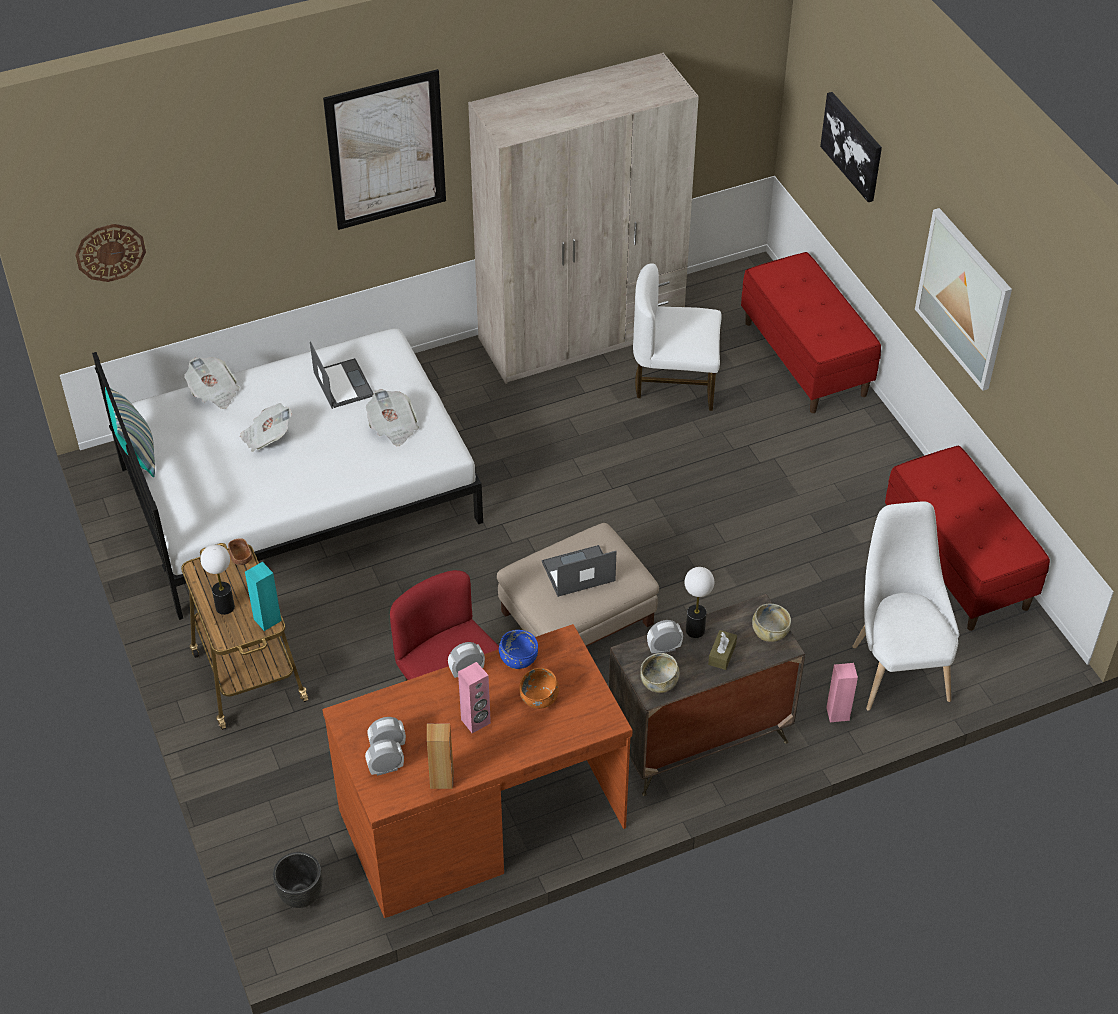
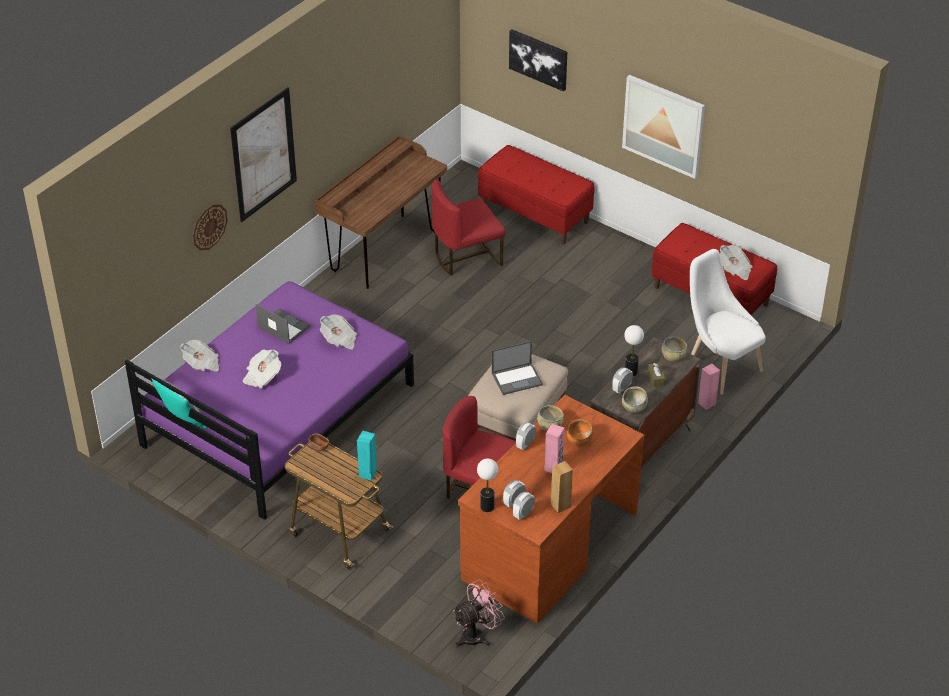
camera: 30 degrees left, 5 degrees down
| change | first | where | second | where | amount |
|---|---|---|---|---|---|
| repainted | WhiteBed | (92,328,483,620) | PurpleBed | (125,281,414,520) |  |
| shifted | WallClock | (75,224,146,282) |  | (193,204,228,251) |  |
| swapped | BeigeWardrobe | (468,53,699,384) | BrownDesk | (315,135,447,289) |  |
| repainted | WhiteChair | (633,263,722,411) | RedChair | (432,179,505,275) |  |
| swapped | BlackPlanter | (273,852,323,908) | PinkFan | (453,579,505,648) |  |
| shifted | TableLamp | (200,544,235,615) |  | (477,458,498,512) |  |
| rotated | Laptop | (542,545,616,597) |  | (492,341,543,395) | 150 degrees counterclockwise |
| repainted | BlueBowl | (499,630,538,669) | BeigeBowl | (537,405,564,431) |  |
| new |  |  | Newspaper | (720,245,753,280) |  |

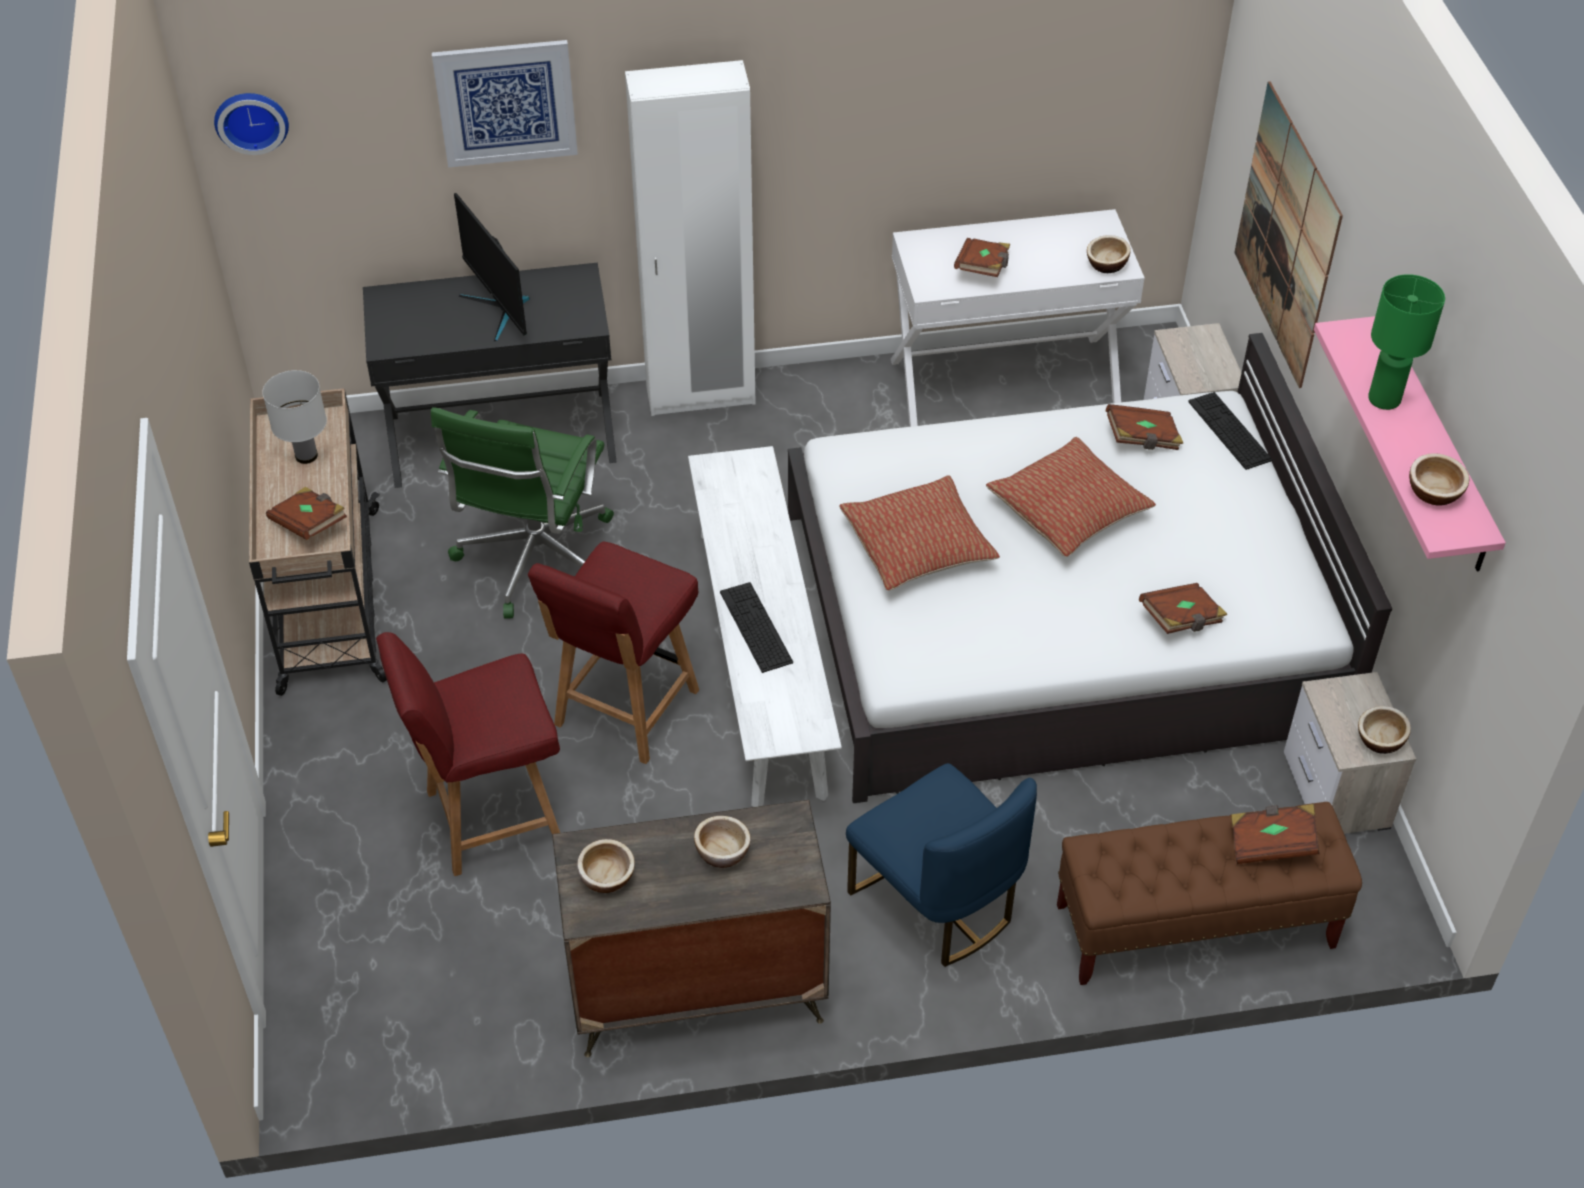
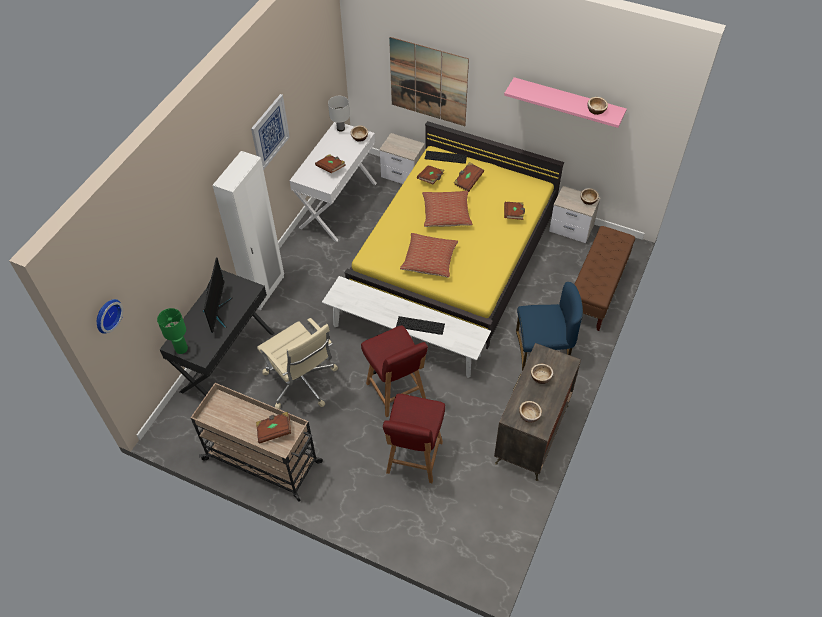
camera: 55 degrees left, 5 degrees up
| change | first | where | second | where | amount |
|---|---|---|---|---|---|
| shifted | GreenTableLamp | (1368,274,1445,410) |  | (157,308,188,354) |  |
| rotated | Monitor | (454,193,530,341) |  | (203,257,233,333) | 90 degrees counterclockwise |
| shifted | Picture | (432,40,578,167) |  | (251,94,290,170) |  |
| repainted | GreenOfficeChair | (431,407,614,619) | BeigeOfficeChair | (257,318,338,409) |  |
| shifted | WhiteTableLamp | (262,370,327,464) |  | (328,96,350,132) |  |
| repainted | WhiteBed | (788,333,1392,803) | YellowBed | (344,121,564,349) |  |
| shifted | BrownBook | (1231,804,1320,864) |  | (454,162,484,192) |  |

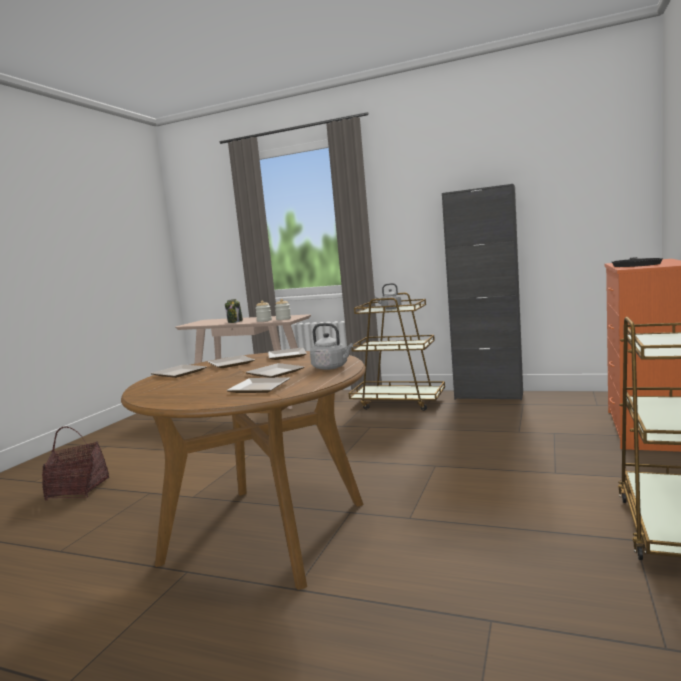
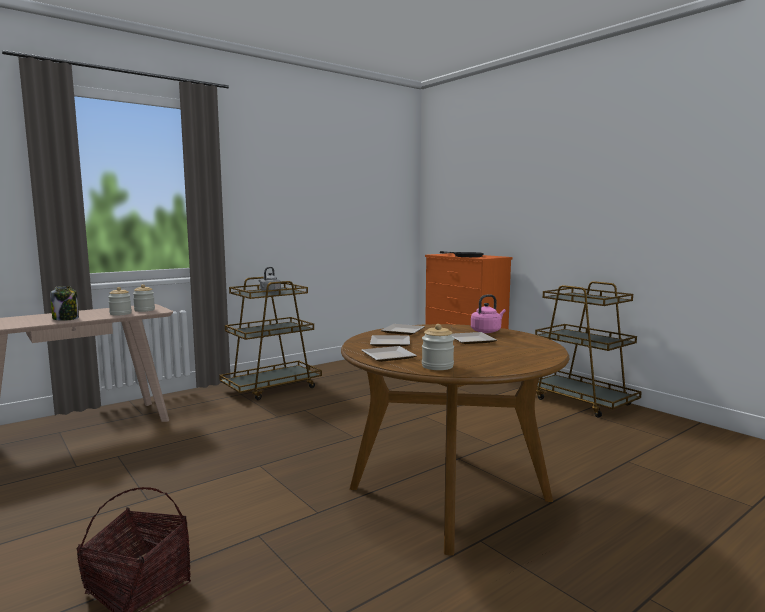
camera: 60 degrees left, 0 degrees up
| change | first | where | second | where | amount |
|---|---|---|---|---|---|
| new |  |  | Jar | (422,324,454,370) |  |
| repainted | GreyKettle | (310,323,353,370) | PinkKettle | (471,294,506,333) |  |
| gone | Plate | (226,377,290,393) |  |  |  |
| gone | BlackCabinet | (442,184,523,400) |  |  |  |

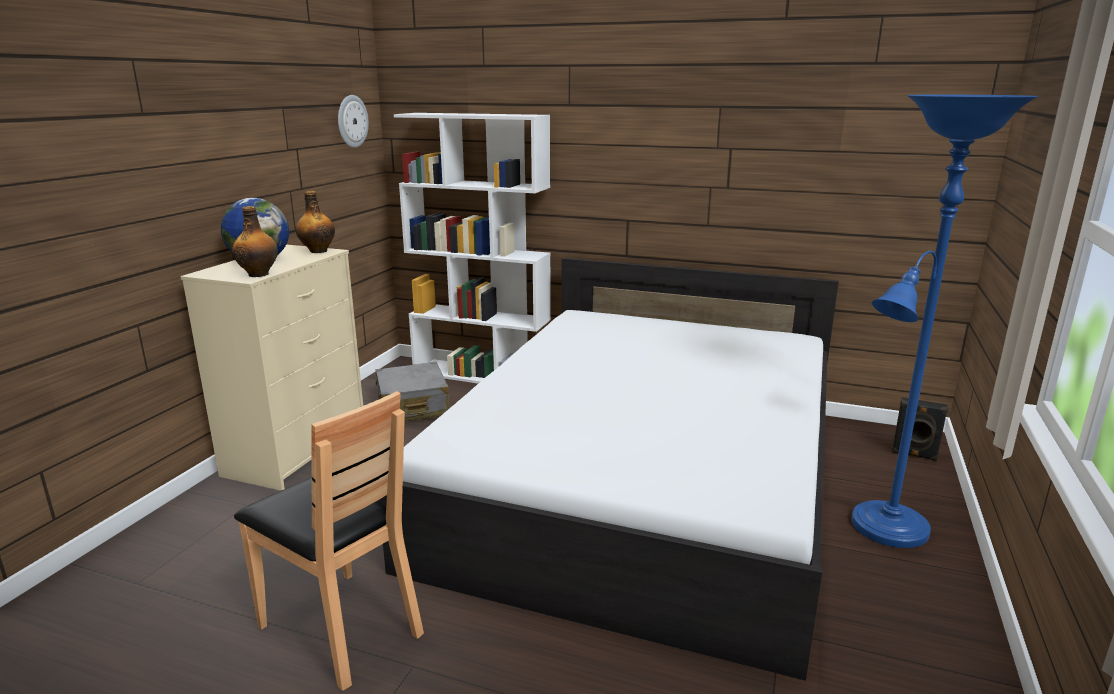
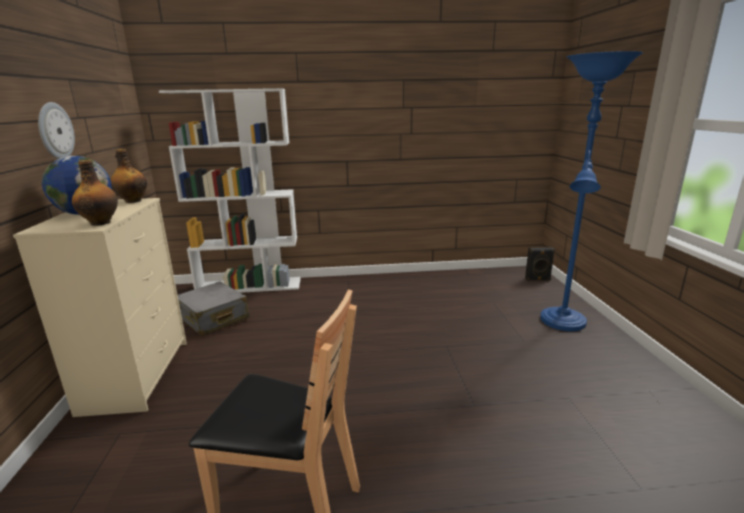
camera: 25 degrees left, 0 degrees up
| change | first | where | second | where | amount |
|---|---|---|---|---|---|
| shifted | WallClock | (338,95,369,148) |  | (38,102,75,159) |  |
| gone | WhiteBed | (379,258,839,681) |  |  |  |

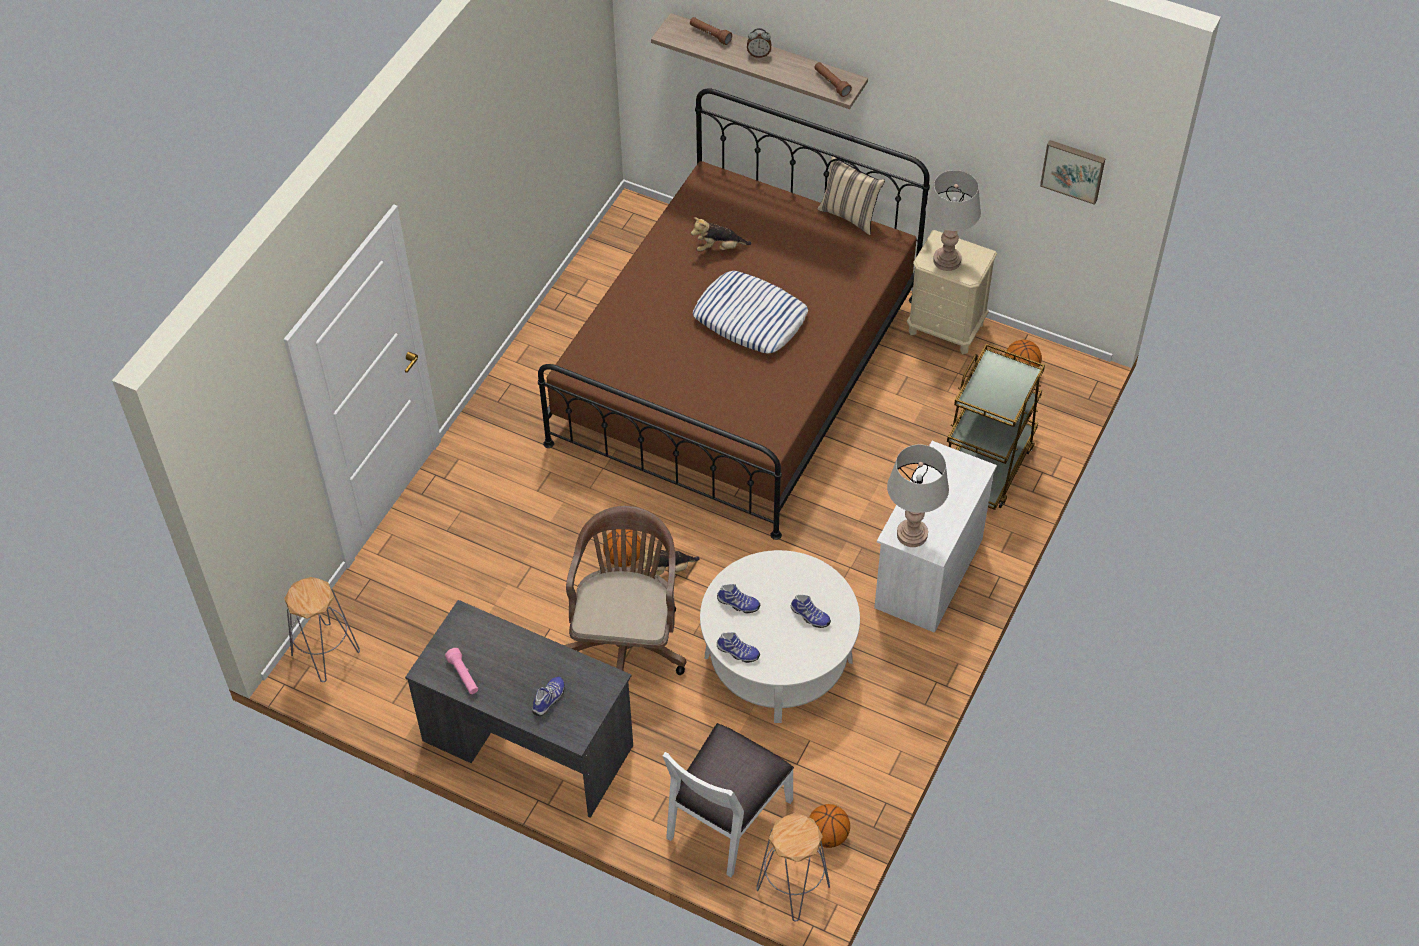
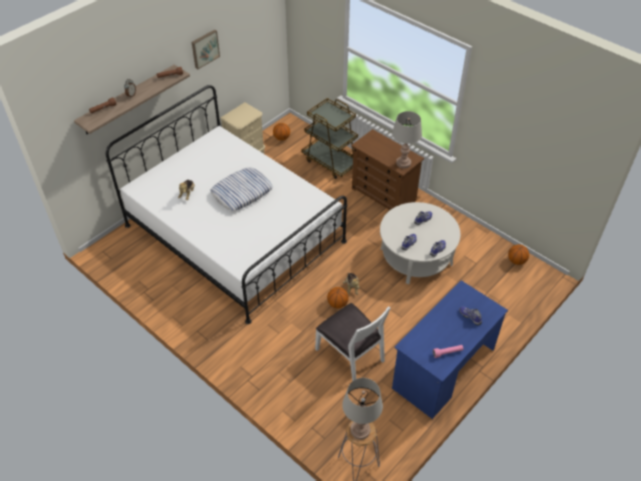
camera: 75 degrees left, 5 degrees down
| change | first | where | second | where | amount |
|---|---|---|---|---|---|
| repainted | BrownBed | (538,88,930,540) | WhiteBed | (106,85,347,324) |  |
| shifted | Picture | (1040,140,1106,205) |  | (192,30,220,69) |  |
| shifted | WhiteChair | (663,723,794,877) |  | (315,303,391,381) |  |
| shifted | GreyTableLamp | (926,170,981,271) |  | (342,378,383,440) |  |
| repainted | WhiteDresser | (874,441,997,633) | BrownDresser | (351,129,424,210) |  |
| repainted | GreyDesk | (405,600,633,818) | BlueDesk | (392,280,508,419) |  |
| gone | BrownOfficeChair | (564,506,686,675) |  |  |  |
| gone | GreyStool | (756,813,830,921) |  |  |  |
| gone | BeigePillow | (817,156,885,235) |  |  |  |

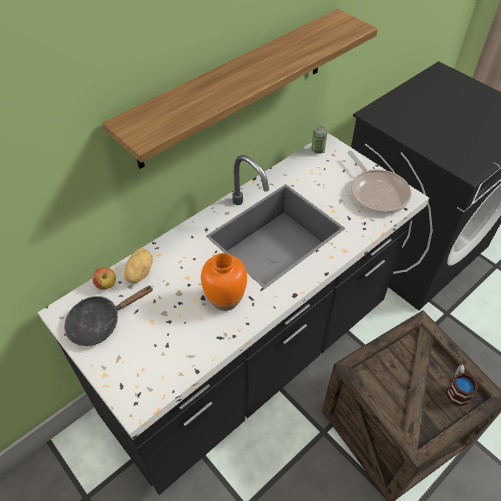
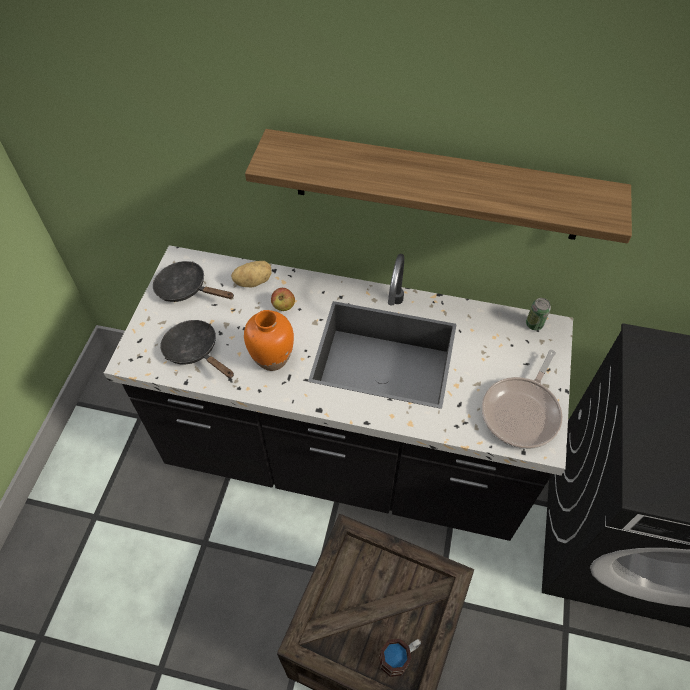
camera: 55 degrees right, 5 degrees up
| change | first | where | second | where | amount |
|---|---|---|---|---|---|
| new |  |  | BlackFryingPan | (160,320,234,378) |  |
| shifted | Apple | (92,267,116,290) |  | (271,288,295,311) |  |

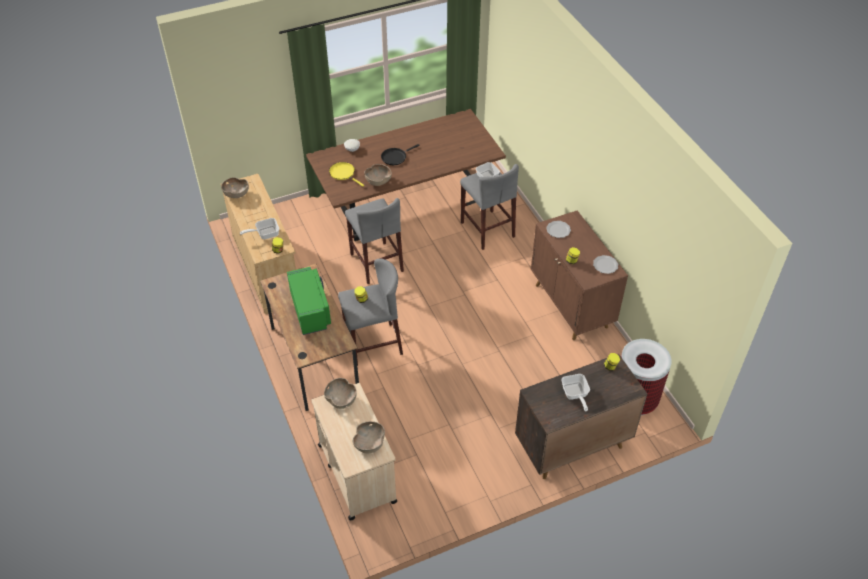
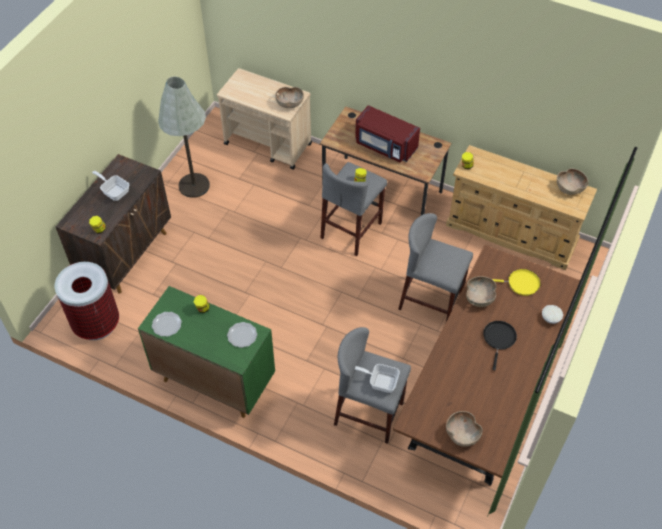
camera: 140 degrees right, 5 degrees up
| change | first | where | second | where | amount |
|---|---|---|---|---|---|
| repainted | BrownCabinet | (531,210,628,340) | GreenCabinet | (138,286,275,418) |  |
| new |  |  | GreyFloorLamp | (158,77,210,198) |  |
| repainted | GreenMicrowave | (287,267,331,335) | RedMicrowave | (355,105,420,163) |  |
| shifted | BrownBowl | (353,421,385,453) |  | (446,411,483,447) |  |
| gone | FryingPan | (240,218,279,239) |  |  |  |

